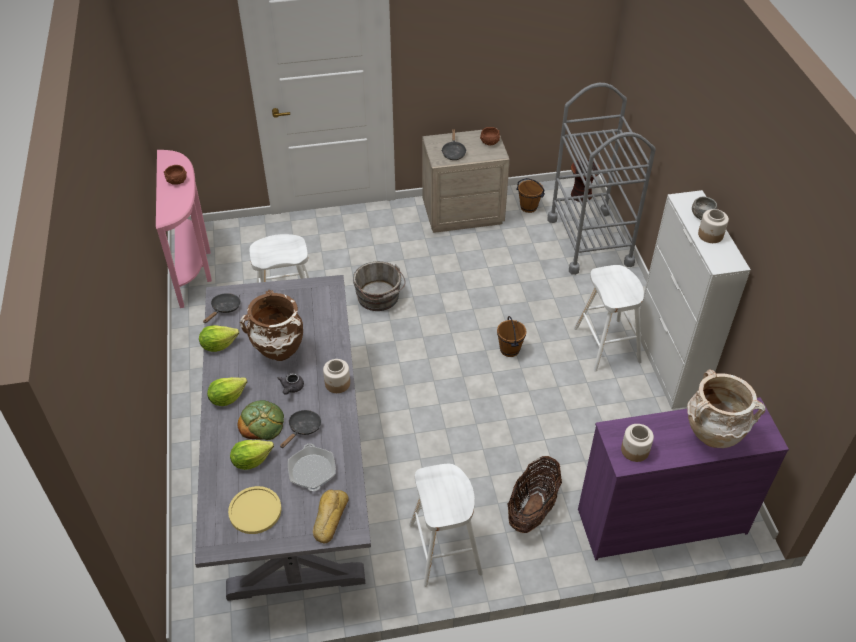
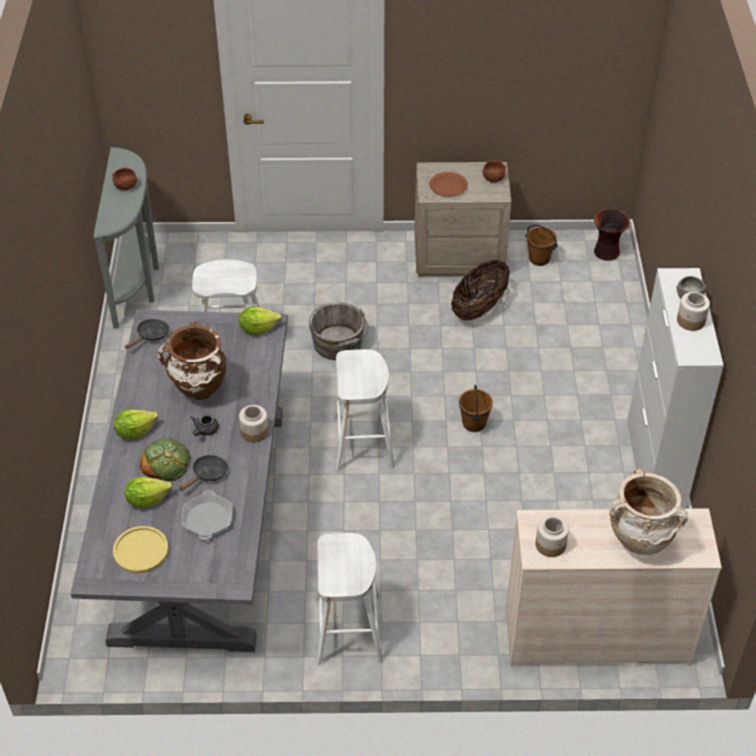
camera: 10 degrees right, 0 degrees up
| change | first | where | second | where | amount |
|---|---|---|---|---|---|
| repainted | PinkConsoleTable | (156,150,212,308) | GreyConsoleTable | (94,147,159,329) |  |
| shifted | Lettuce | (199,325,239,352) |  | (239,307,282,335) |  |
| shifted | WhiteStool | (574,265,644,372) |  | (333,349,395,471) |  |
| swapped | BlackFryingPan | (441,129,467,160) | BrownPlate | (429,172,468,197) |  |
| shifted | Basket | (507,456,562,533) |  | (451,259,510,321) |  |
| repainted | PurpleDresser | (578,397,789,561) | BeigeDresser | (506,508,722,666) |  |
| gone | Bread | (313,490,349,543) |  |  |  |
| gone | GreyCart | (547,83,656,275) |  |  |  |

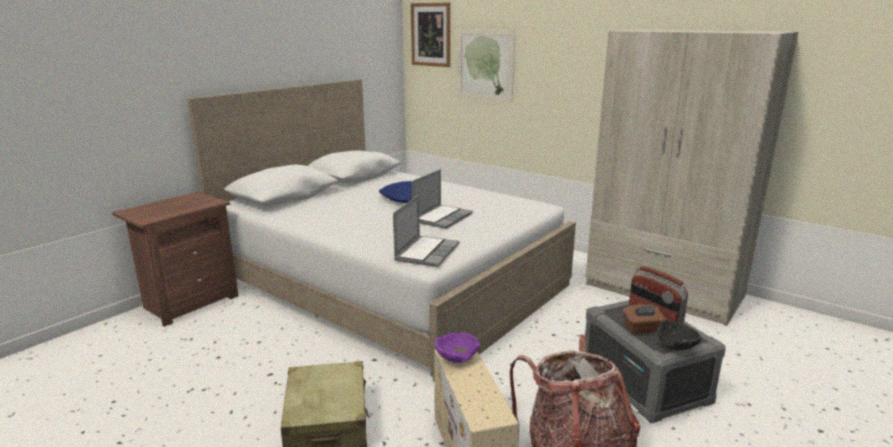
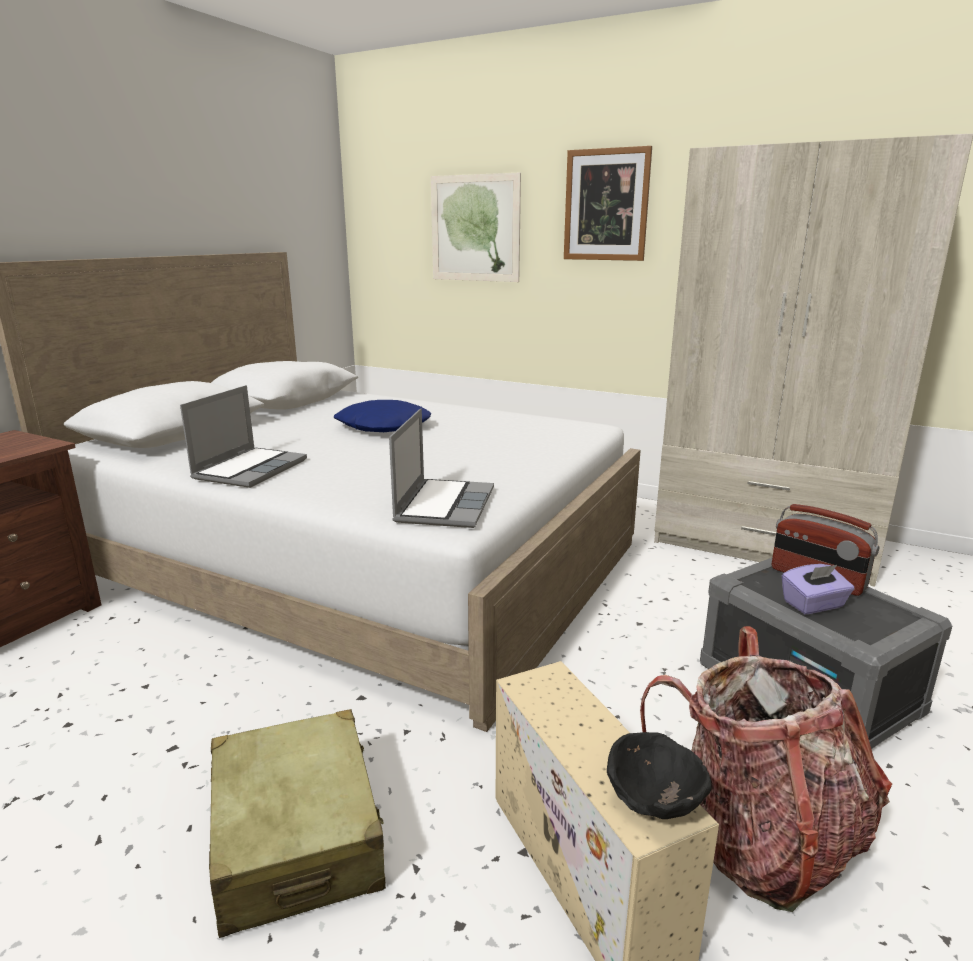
camera: 10 degrees left, 0 degrees up
| change | first | where | second | where | amount |
|---|---|---|---|---|---|
| shifted | Laptop | (412,169,473,229) |  | (180,385,307,488) |  |
| shifted | Picture | (411,3,450,67) |  | (564,146,652,261) |  |
| shifted | BlackBowl | (657,321,701,350) |  | (607,732,712,819) |  |
| repainted | BrownTissueBox | (623,304,666,334) | PurpleTissueBox | (782,564,854,614) |  |
| gone | PurpleBowl | (435,332,480,363) |  |  |  |

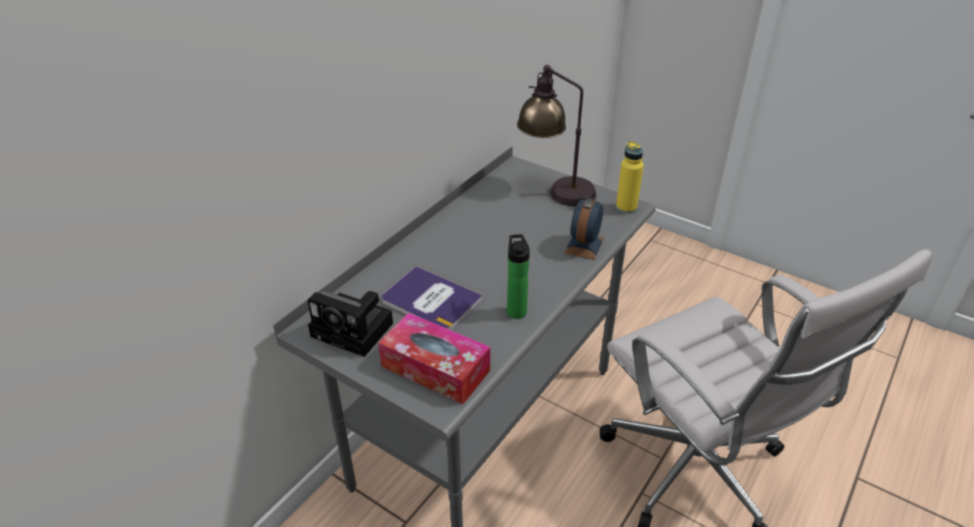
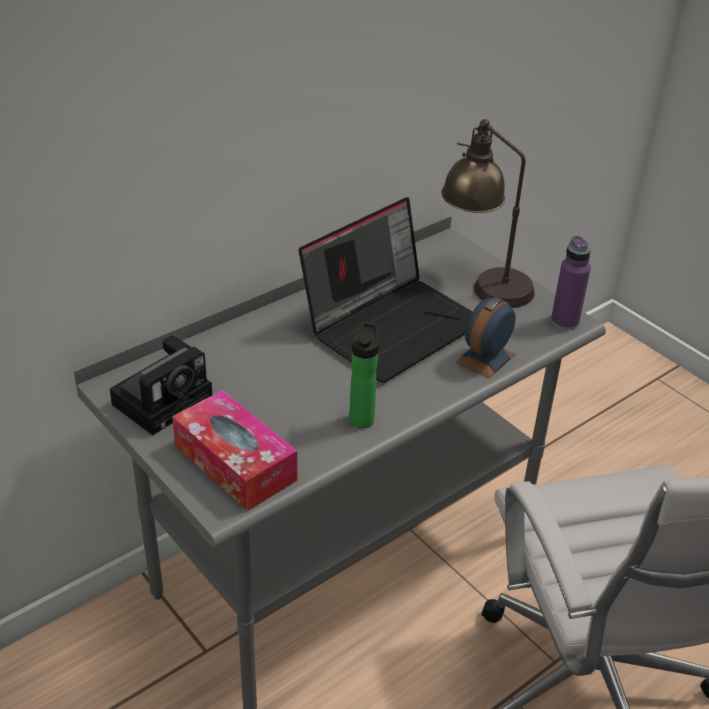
camera: 15 degrees right, 0 degrees up
| change | first | where | second | where | amount |
|---|---|---|---|---|---|
| rotated | PhotoCamera | (307,291,393,357) |  | (110,336,212,435) | 90 degrees counterclockwise |
| new |  |  | Laptop | (299,197,473,383) |  |
| repainted | YellowBottle | (616,141,644,214) | PurpleBottle | (551,236,591,330) |  |
| gone | Book | (382,266,483,330) |  |  |  |

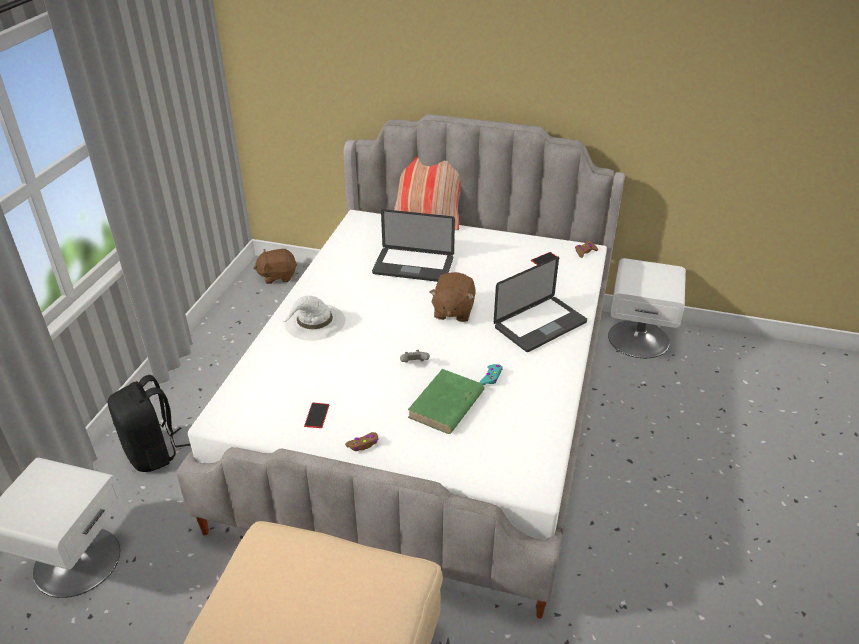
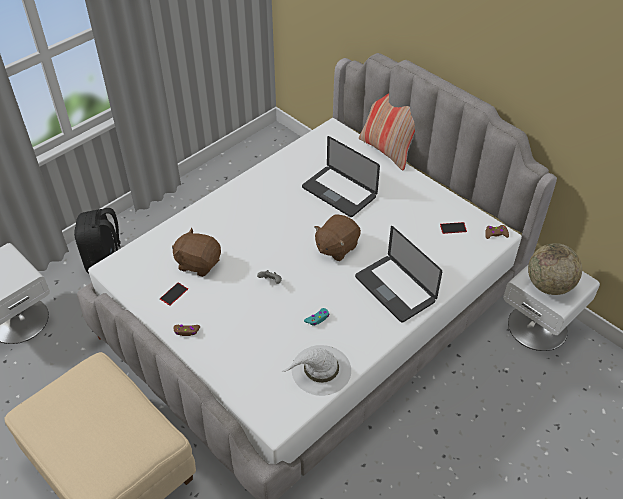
camera: 30 degrees right, 10 degrees up
| change | first | where | second | where | amount |
|---|---|---|---|---|---|
| shifted | BrownPlushToy | (253,249,297,284) |  | (172,228,221,277) |  |
| shifted | WhiteHat | (283,296,345,341) |  | (282,345,351,396) |  |
| rotated | Laptop | (494,256,587,352) |  | (355,226,442,323) | 60 degrees clockwise |
| new |  |  | Globe | (528,243,582,295) |  |
| gone | GreenBook | (408,369,484,434) |  |  |  |

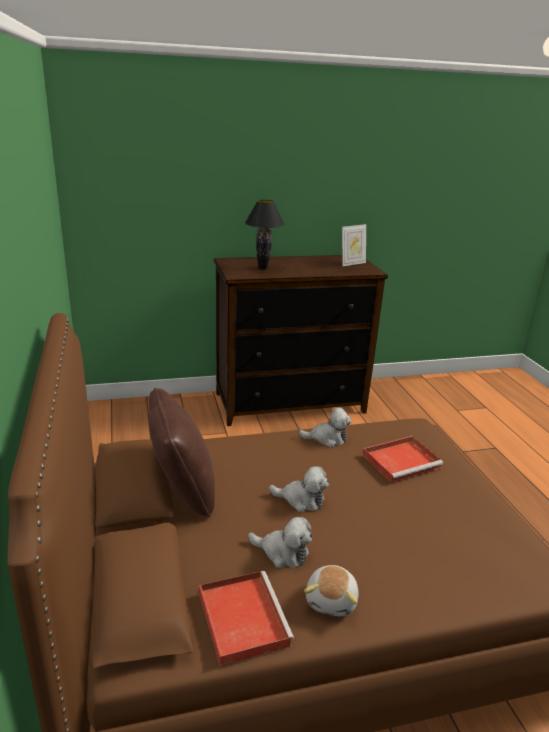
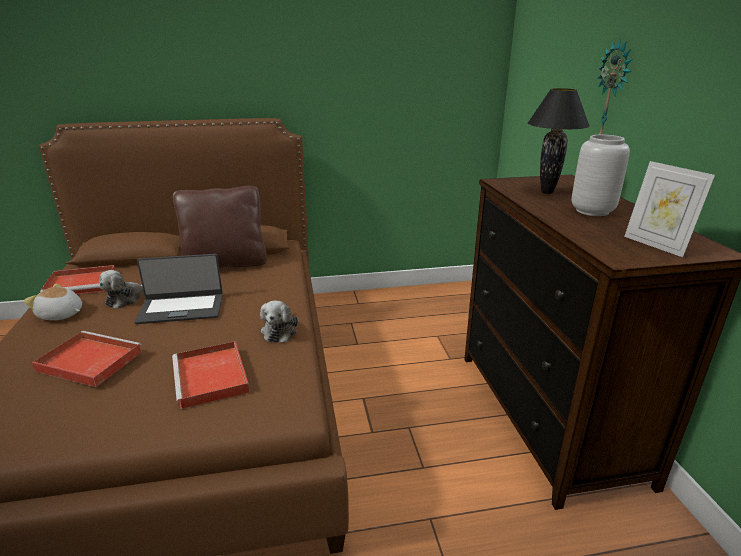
camera: 95 degrees right, 0 degrees up
| change | first | where | second | where | amount |
|---|---|---|---|---|---|
| new |  |  | RedTray | (32,331,142,387) |  |
| swapped | PlushToy | (269,466,329,512) | Laptop | (135,254,223,324) |  |
| new |  |  | GreyVase | (572,135,630,216) |  |
| new |  |  | WallClock | (597,40,633,135) |  |

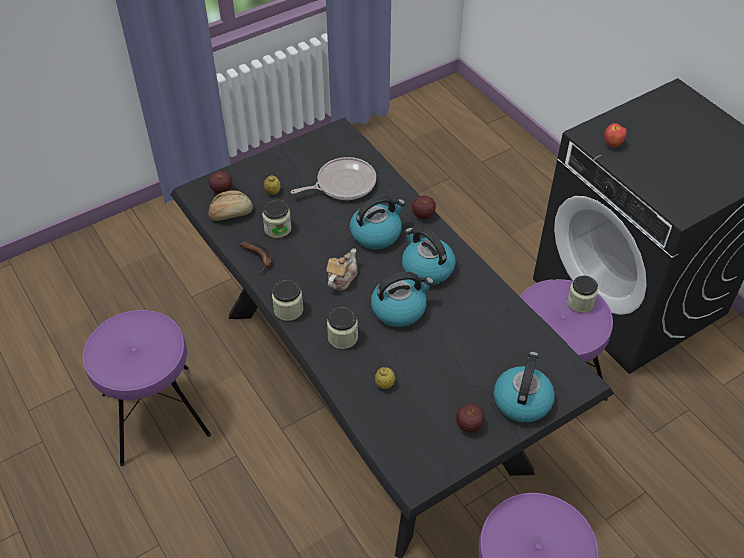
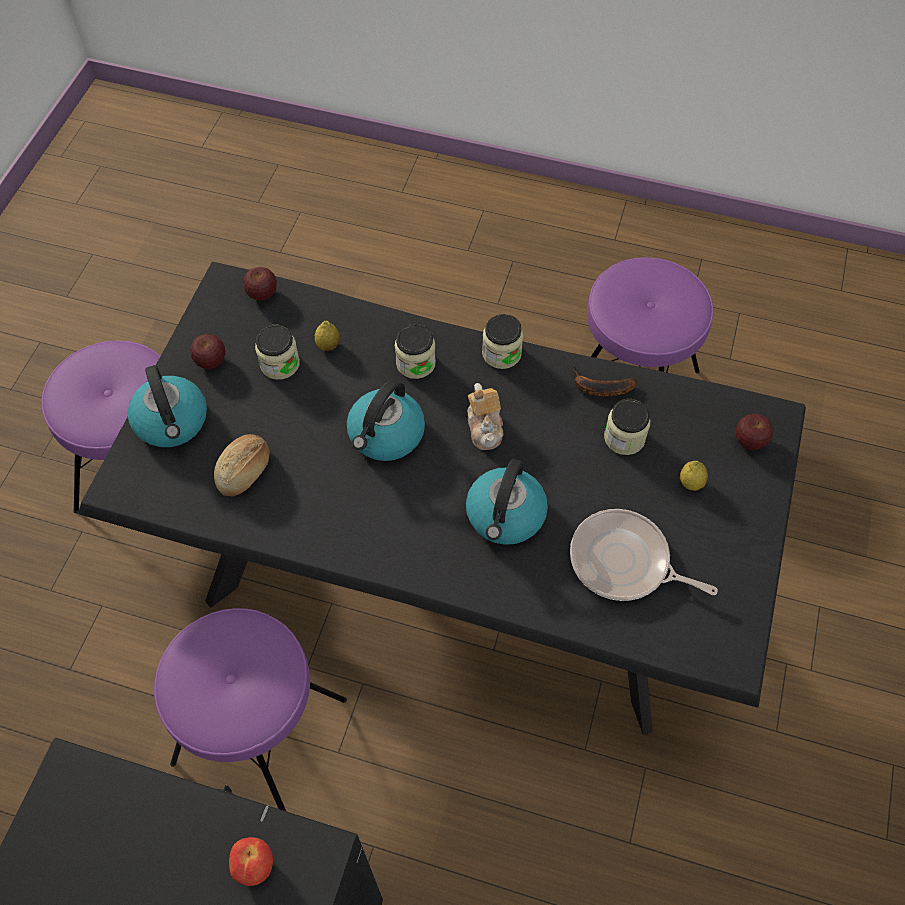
camera: 140 degrees right, 10 degrees up
| change | first | where | second | where | amount |
|---|---|---|---|---|---|
| shifted | Bread | (208,190,253,221) |  | (214,434,269,496) |  |
| shifted | Apple | (412,196,436,219) |  | (243,267,277,300) |  |
| shifted | Jar | (567,276,598,313) |  | (255,325,300,380) |  |
| rotated | FryingPan | (291,157,376,200) |  | (570,509,718,601) | 90 degrees clockwise |
| gone | Kettle | (402,228,456,285) |  |  |  |

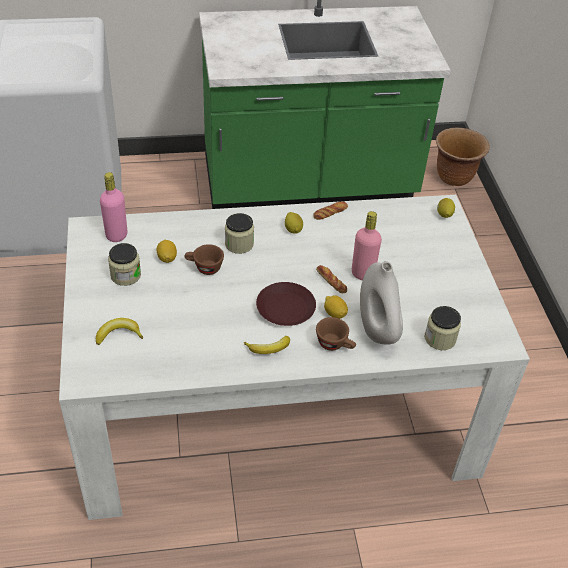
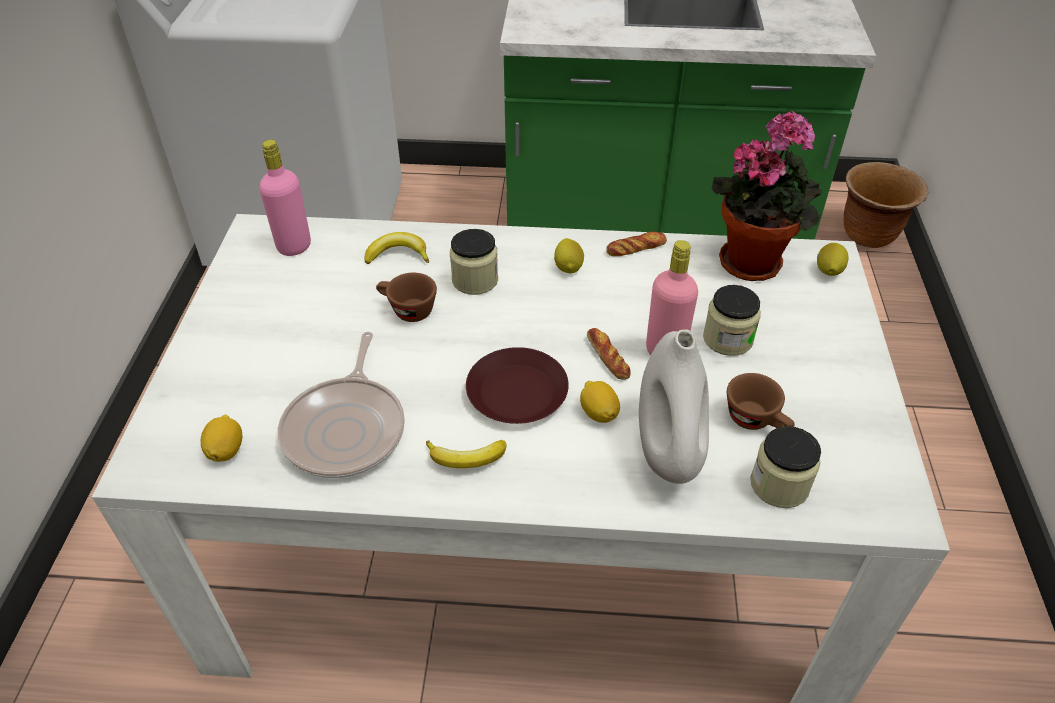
camera: 15 degrees right, 0 degrees up
| change | first | where | second | where | amount |
|---|---|---|---|---|---|
| shifted | Lemon | (157,240,177,263) |  | (201,415,242,462) |  |
| new |  |  | FryingPan | (278,332,405,478) |  |
| shifted | Banana | (96,318,143,345) |  | (364,232,429,264) |  |
| shifted | Jar | (108,243,141,286) |  | (703,285,761,356) |  |
| new |  |  | PottedPlant | (711,111,822,281) |  |
| shifted | BrownCup | (316,317,356,351) |  | (727,373,795,430) |  |

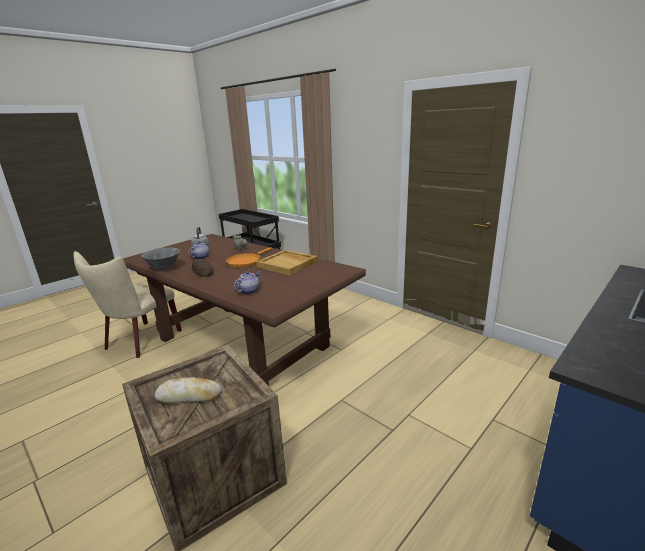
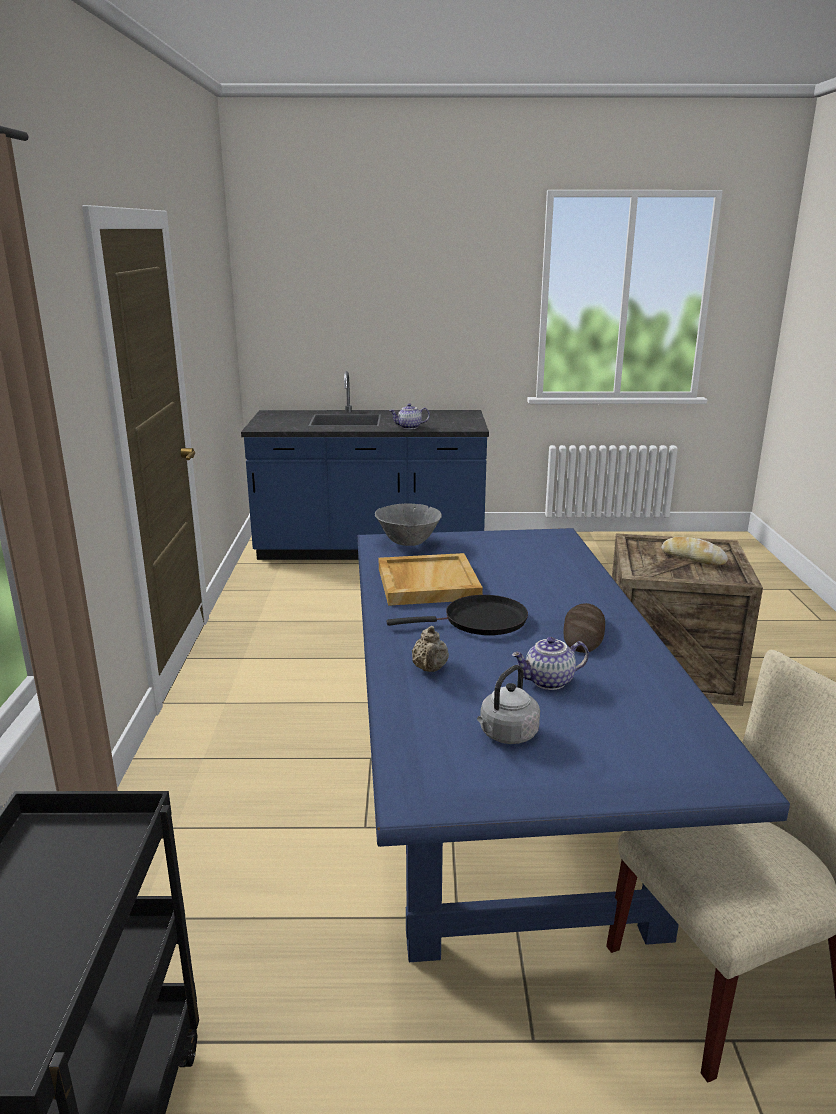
camera: 135 degrees left, 0 degrees up
| change | first | where | second | where | amount |
|---|---|---|---|---|---|
| repainted | BrownDiningTable | (123,234,366,386) | BlueDiningTable | (357,528,790,962) |  |
| shifted | GreyBowl | (141,247,180,271) |  | (375,503,442,546) |  |
| repainted | OrangeFryingPan | (226,247,272,267) | BlackFryingPan | (387,595,528,635) |  |
| shifted | Teapot | (234,271,261,294) |  | (389,403,430,429) |  |

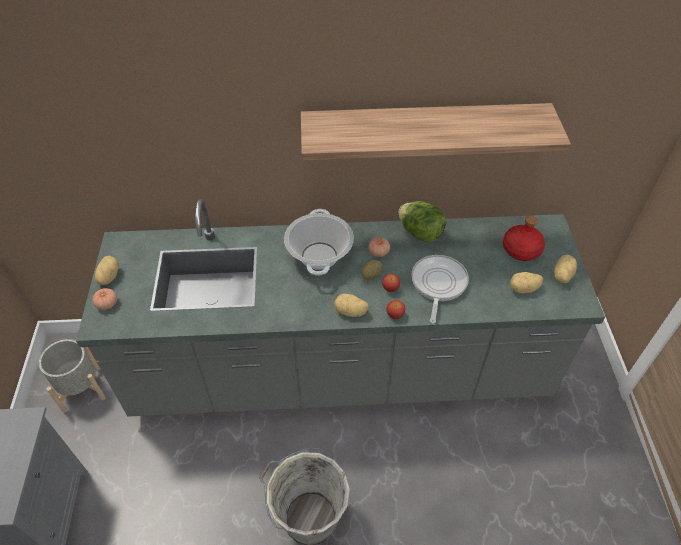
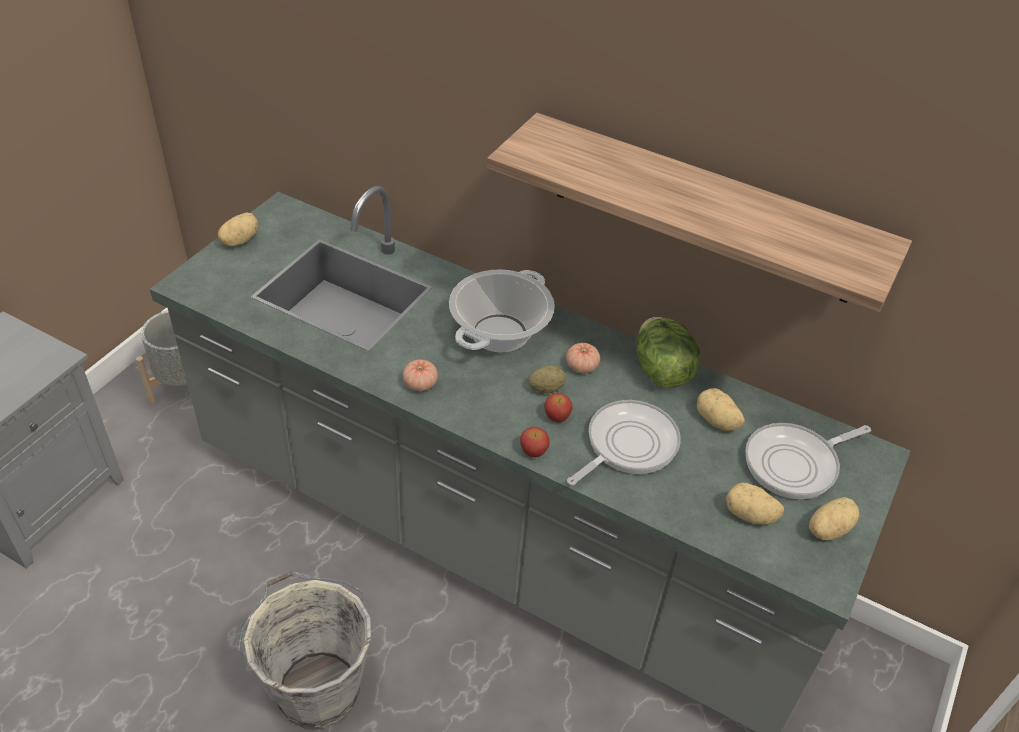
camera: 30 degrees right, 5 degrees down
| change | first | where | second | where | amount |
|---|---|---|---|---|---|
| shifted | Tomato | (92,288,117,310) |  | (403,359,438,391) |  |
| shifted | Potato | (334,293,369,317) |  | (697,388,745,431) |  |
| swapped | RedBottle | (503,216,545,261) | FryingPan | (745,423,871,499) |  |

